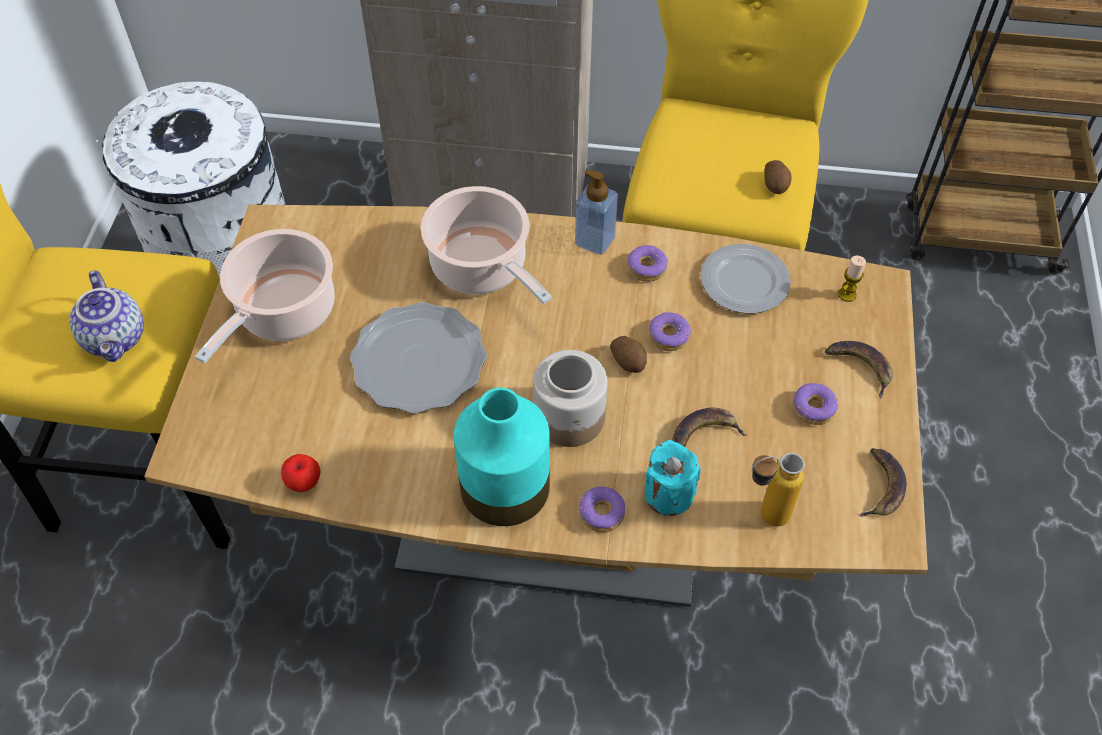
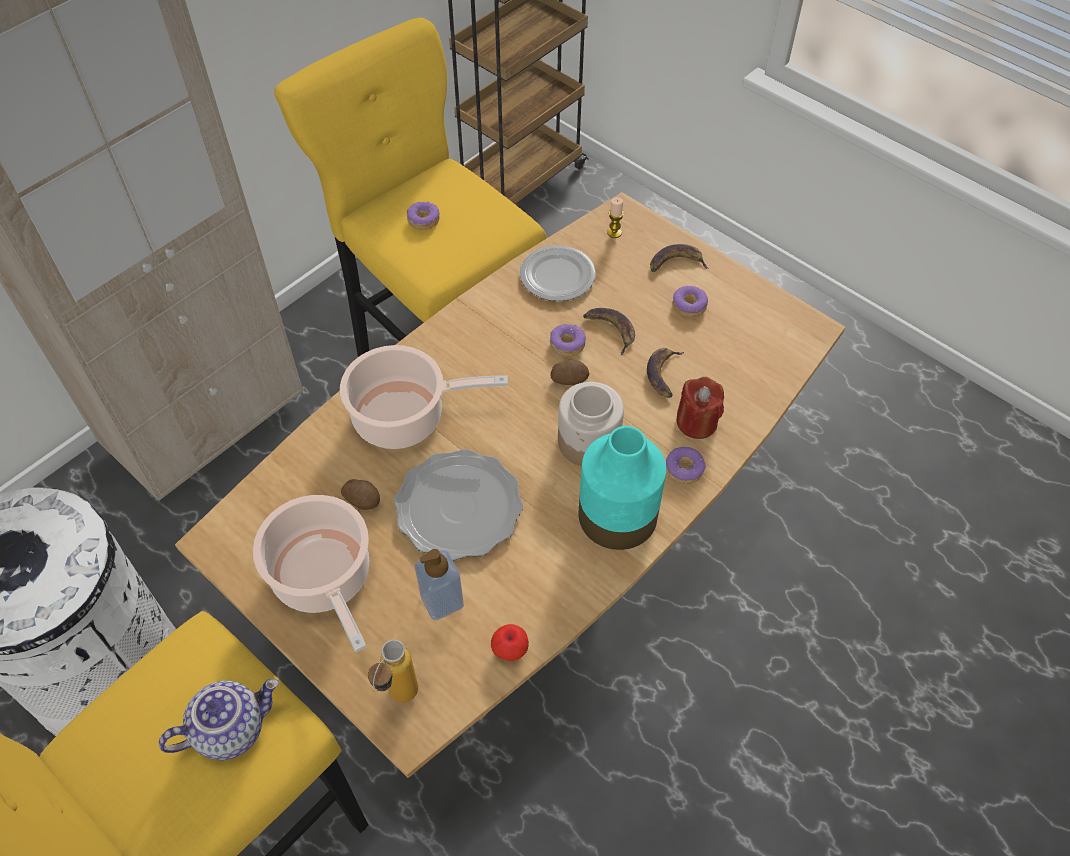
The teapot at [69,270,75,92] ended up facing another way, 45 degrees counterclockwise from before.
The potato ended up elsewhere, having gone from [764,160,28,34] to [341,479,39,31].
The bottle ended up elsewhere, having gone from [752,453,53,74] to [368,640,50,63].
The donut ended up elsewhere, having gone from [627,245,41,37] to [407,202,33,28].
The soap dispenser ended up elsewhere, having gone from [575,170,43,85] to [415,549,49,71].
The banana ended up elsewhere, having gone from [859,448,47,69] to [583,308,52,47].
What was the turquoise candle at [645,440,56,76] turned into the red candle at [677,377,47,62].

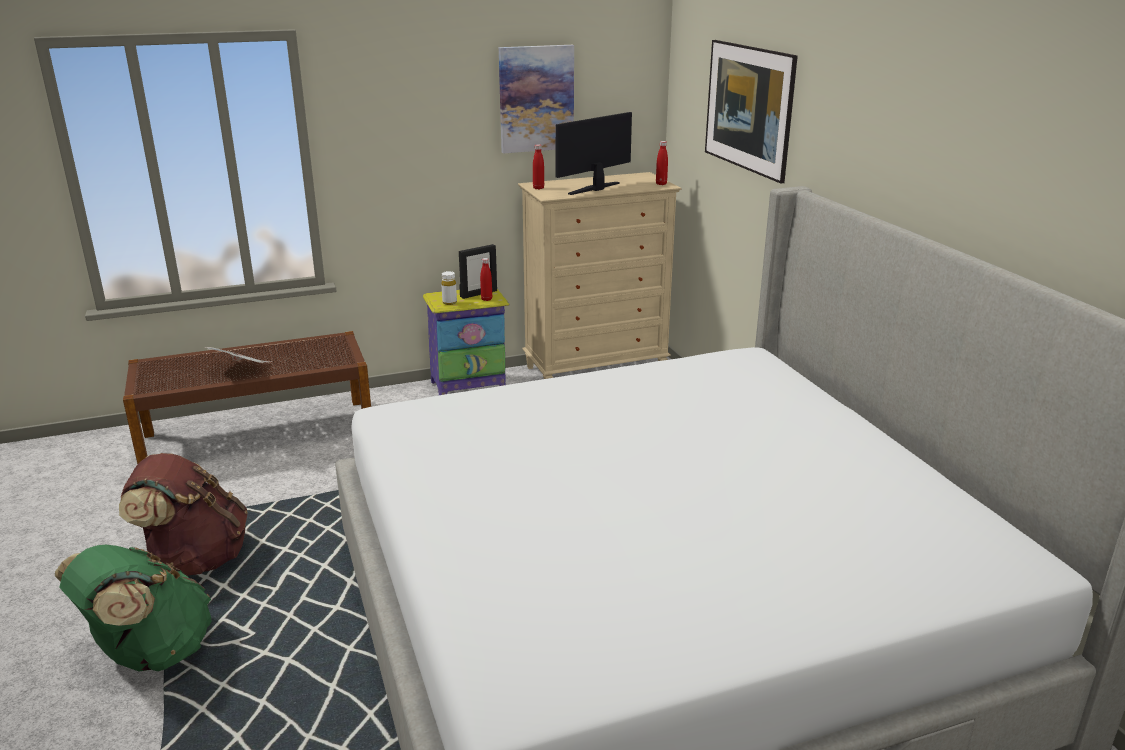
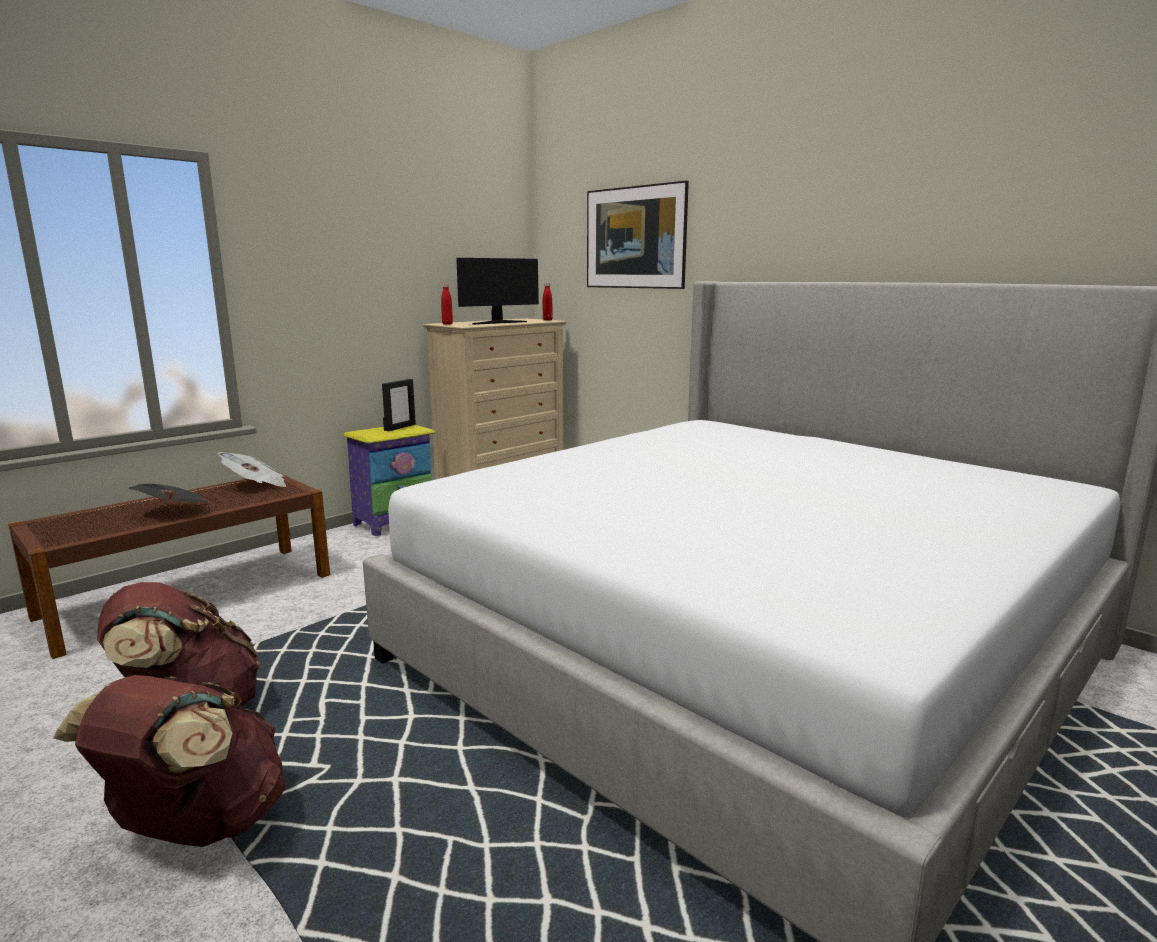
What was the green backpack at [55,545,157,126] turned into the brown backpack at [53,675,232,172].
The second view gained the newspaper at [217,452,69,35].
The monitor at [556,112,76,83] ended up facing another way, 150 degrees counterclockwise from before.
The second view lost the white bottle at [441,271,16,34].
The second view lost the red bottle at [480,258,12,43].
The second view lost the picture at [499,45,75,108].

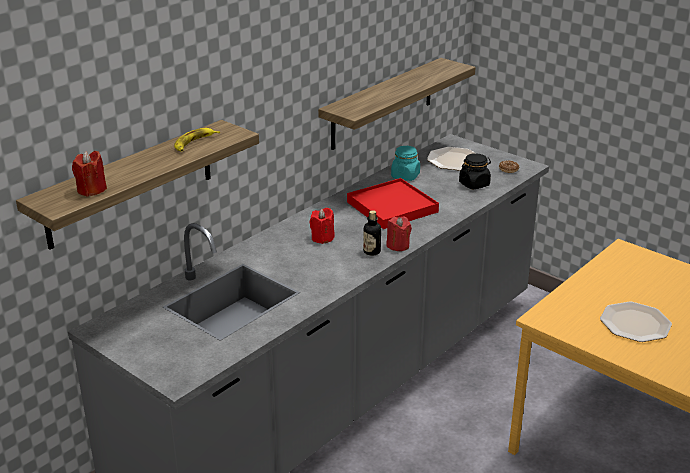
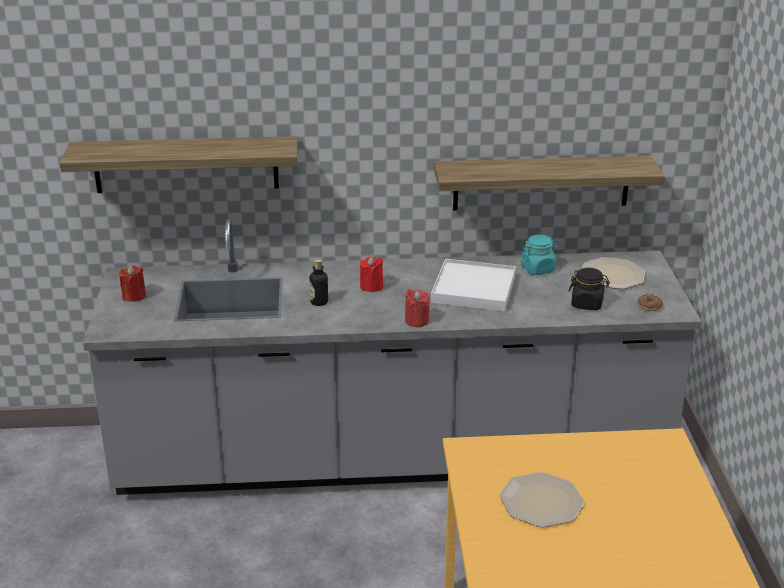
The red candle ended up elsewhere, having gone from [72,151,35,45] to [119,265,27,37].
The bottle ended up elsewhere, having gone from [363,210,18,46] to [309,259,19,47].
What was the red tray at [347,178,92,51] turned into the white tray at [431,259,85,52].
The second view lost the banana at [174,128,46,23].

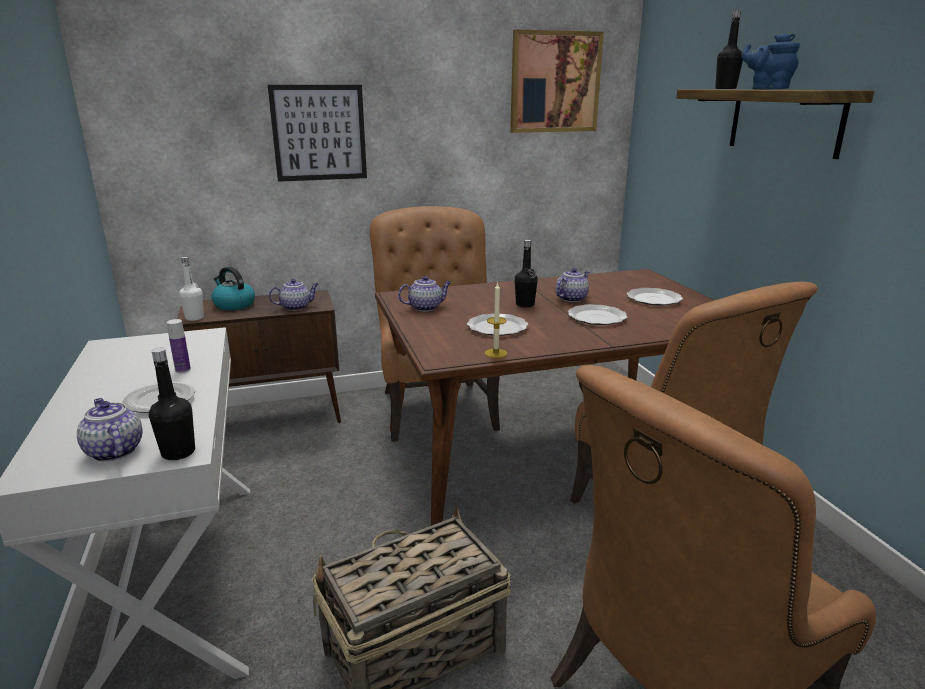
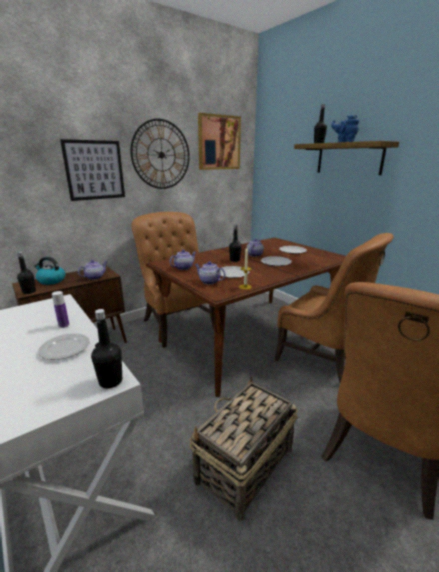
What was the white bottle at [179,257,25,64] turned into the black bottle at [17,252,19,42].
The second view gained the wall clock at [130,119,60,70].
The teapot ended up elsewhere, having gone from [77,398,66,64] to [195,261,31,24].

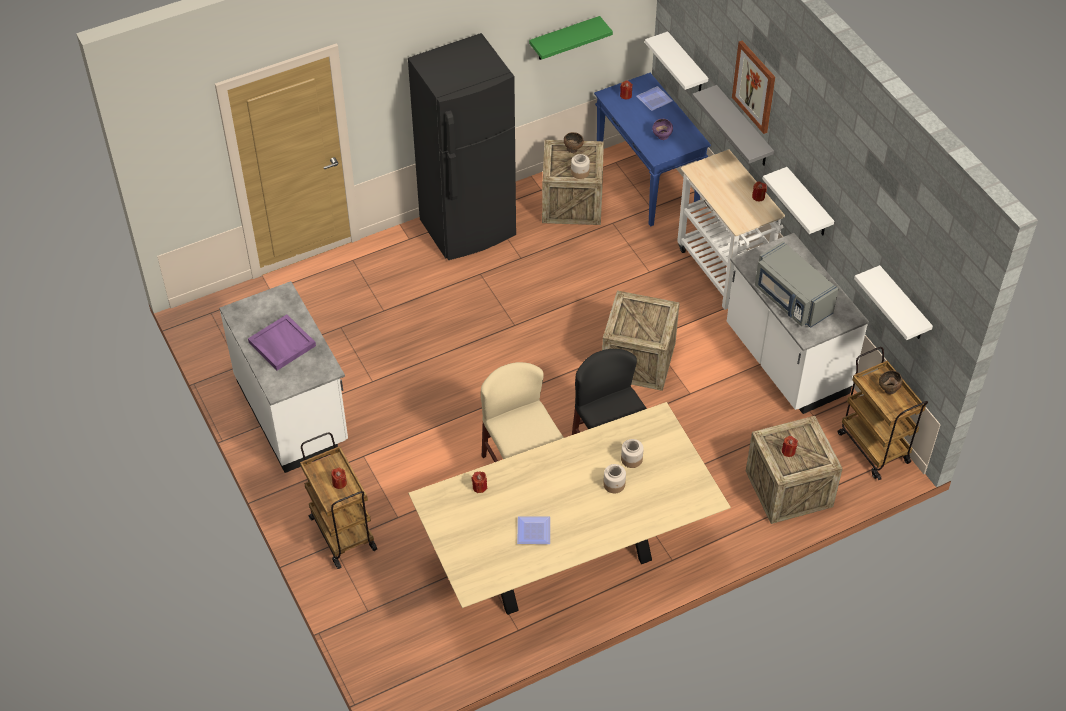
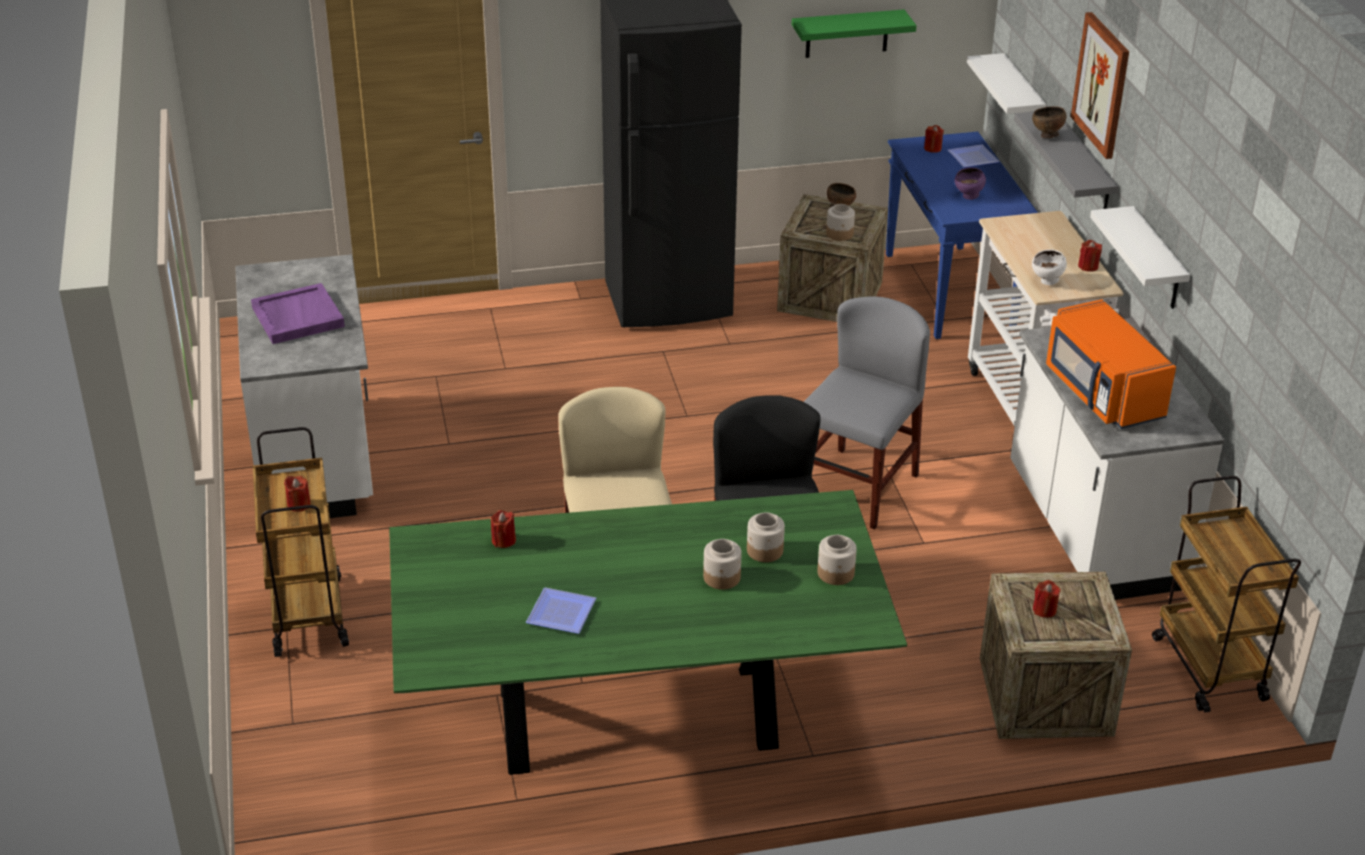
What was the beige dining table at [408,402,323,213] turned into the green dining table at [389,490,518,285].
Where the crate stood at [602,290,78,101], the grey chair came to stand at [804,296,126,234].
The second view gained the jar at [817,535,40,50].
The brown bowl ended up elsewhere, having gone from [879,370,24,24] to [1032,106,35,32].
The second view gained the white bowl at [1032,249,35,36].
What was the grey microwave at [755,241,83,87] turned into the orange microwave at [1046,299,130,130].
The second view lost the white shelf at [854,265,79,75].

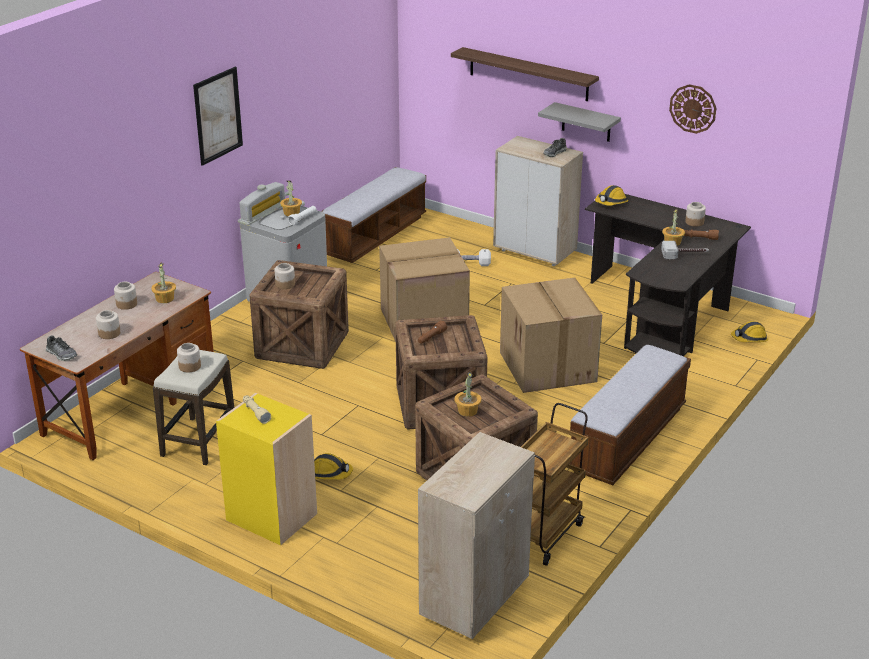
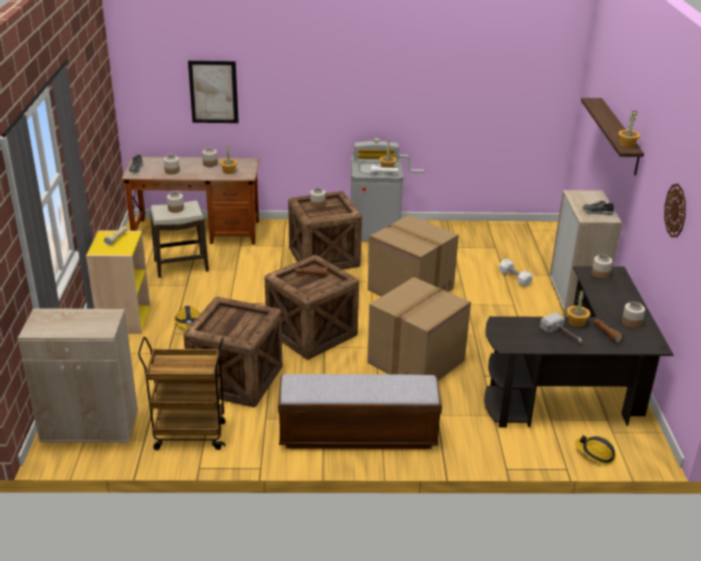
The picture ended up elsewhere, having gone from [193,67,50,99] to [188,61,51,62].
Where the hard hat stood at [595,185,33,21], the jar came to stand at [592,255,21,24].
The potted plant ended up elsewhere, having gone from [455,372,27,45] to [618,111,22,37].
The second view lost the bench at [321,167,105,96].
The second view lost the grey shelf at [538,102,83,40].

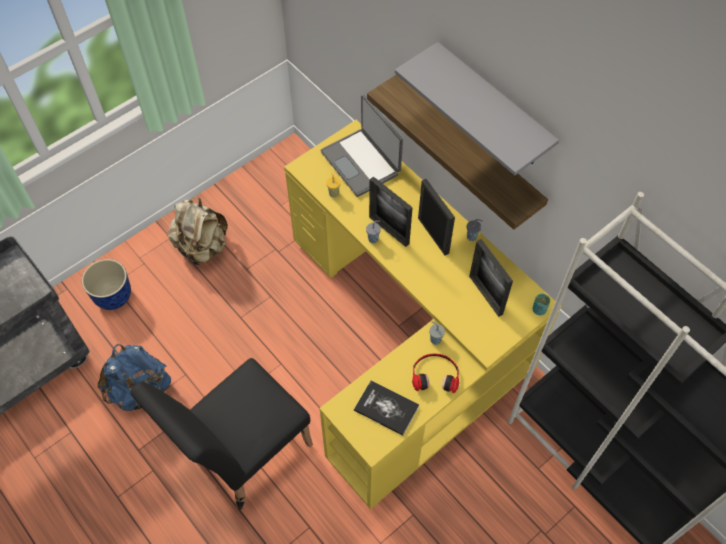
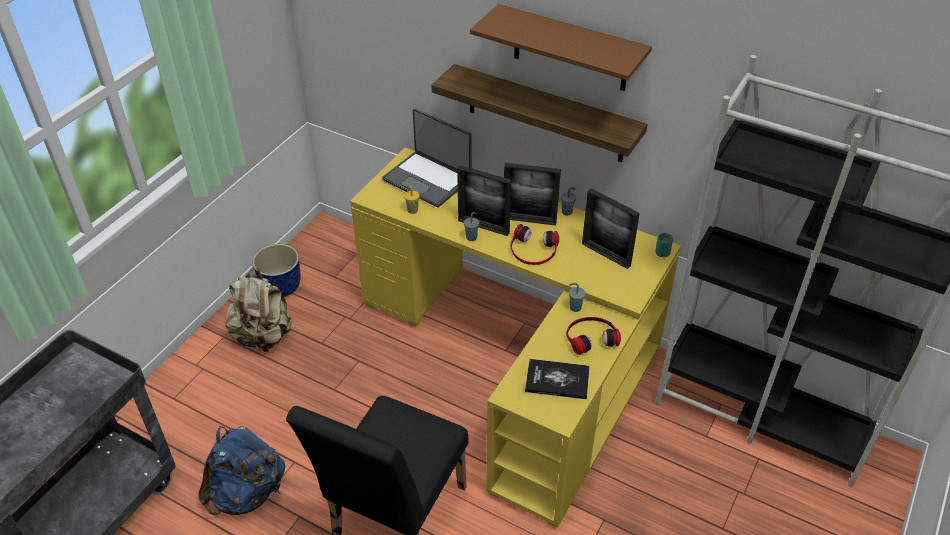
The planter ended up elsewhere, having gone from [82,259,49,51] to [252,244,49,53].
What was the grey shelf at [395,42,164,133] turned into the brown shelf at [470,4,182,87].
The picture frame at [418,179,37,76] ended up facing another way, 150 degrees clockwise from before.
The second view gained the headphones at [511,224,48,41].

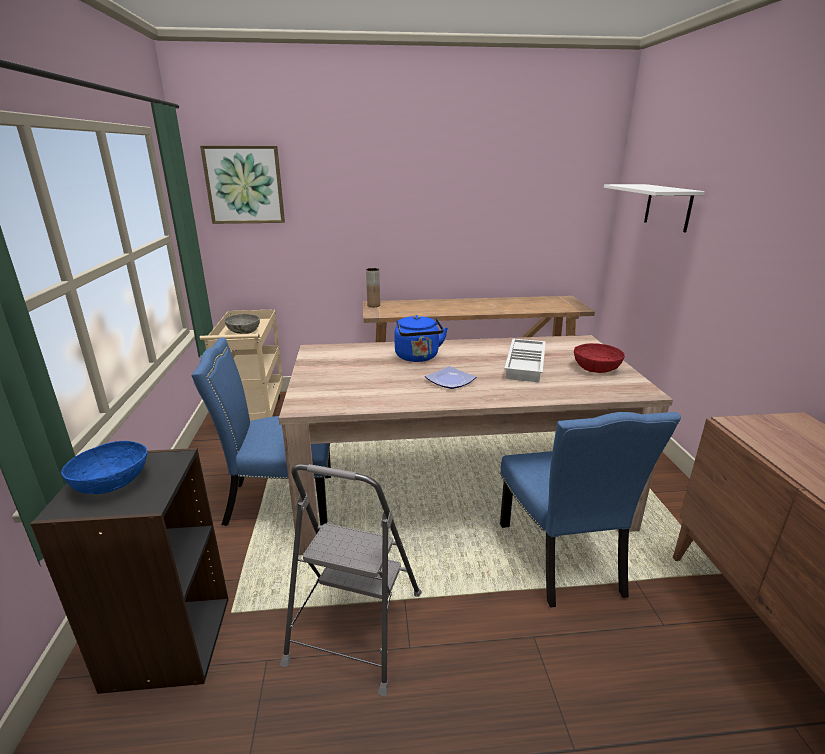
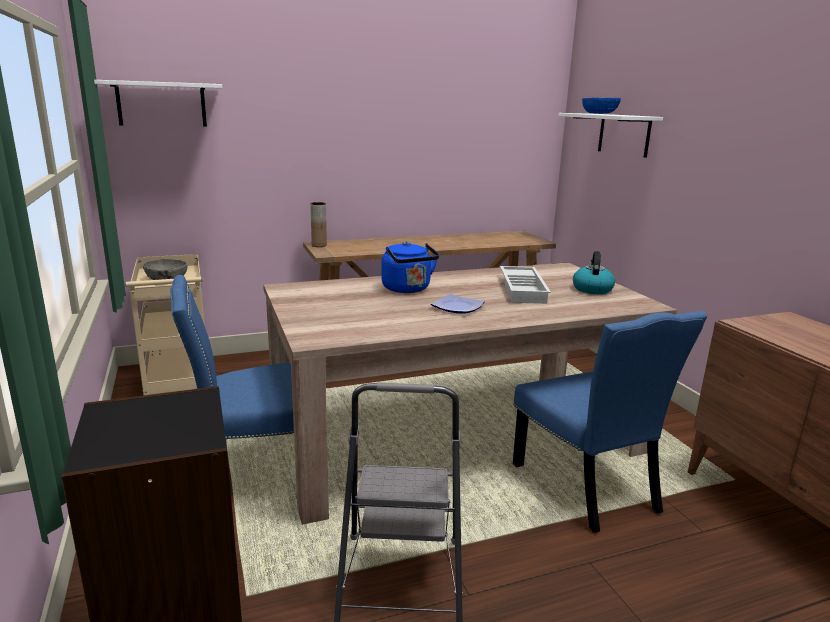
Where the picture hung at [200,146,85,78], the white shelf came to hang at [94,80,128,47].
Where the red bowl stood at [574,343,51,30], the kettle came to stand at [573,251,42,43].
The blue bowl ended up elsewhere, having gone from [61,441,86,53] to [582,98,39,16].

